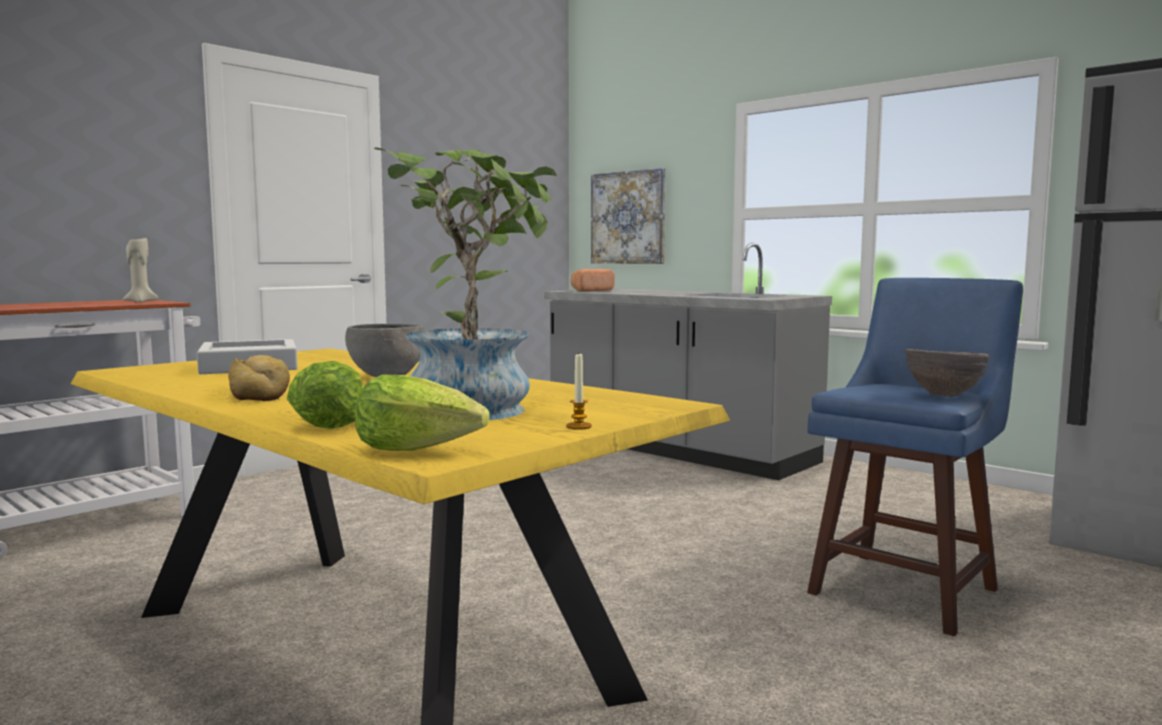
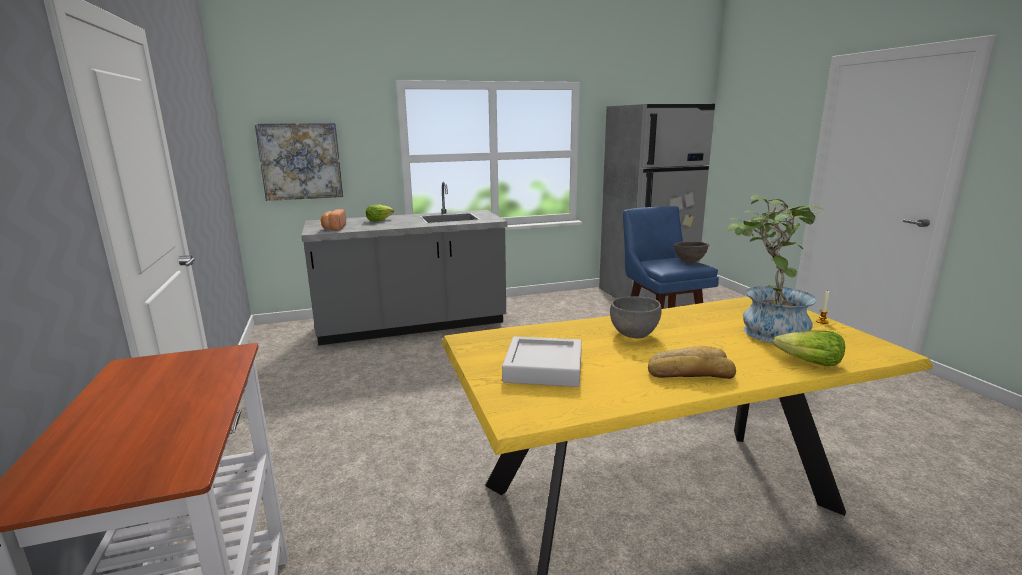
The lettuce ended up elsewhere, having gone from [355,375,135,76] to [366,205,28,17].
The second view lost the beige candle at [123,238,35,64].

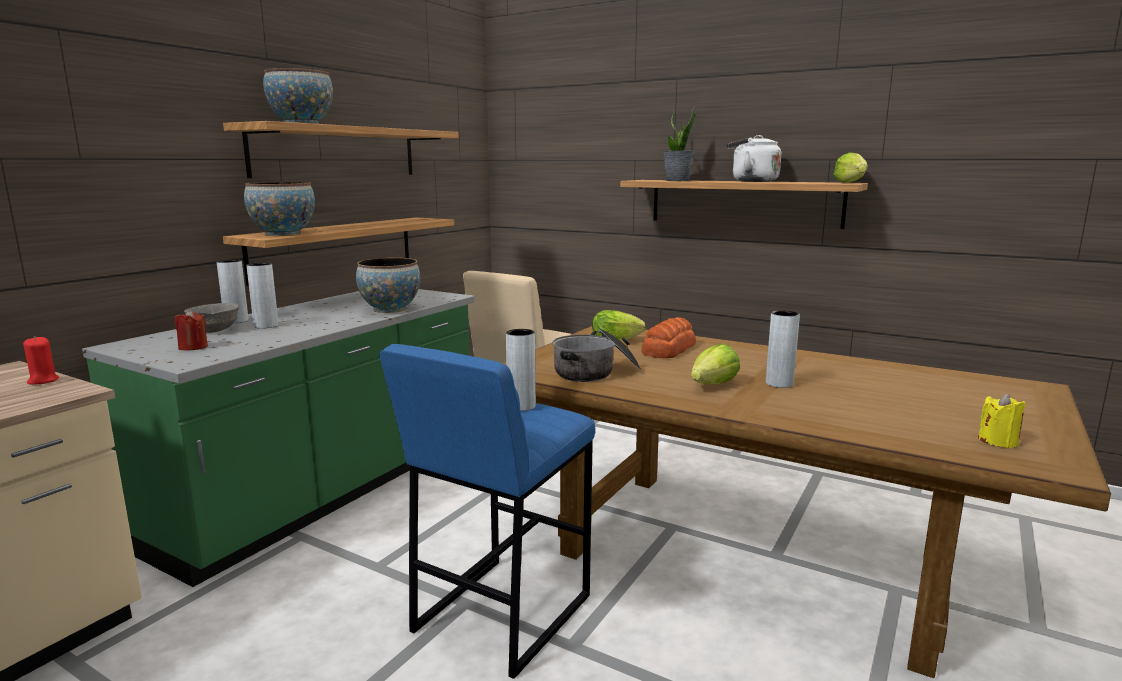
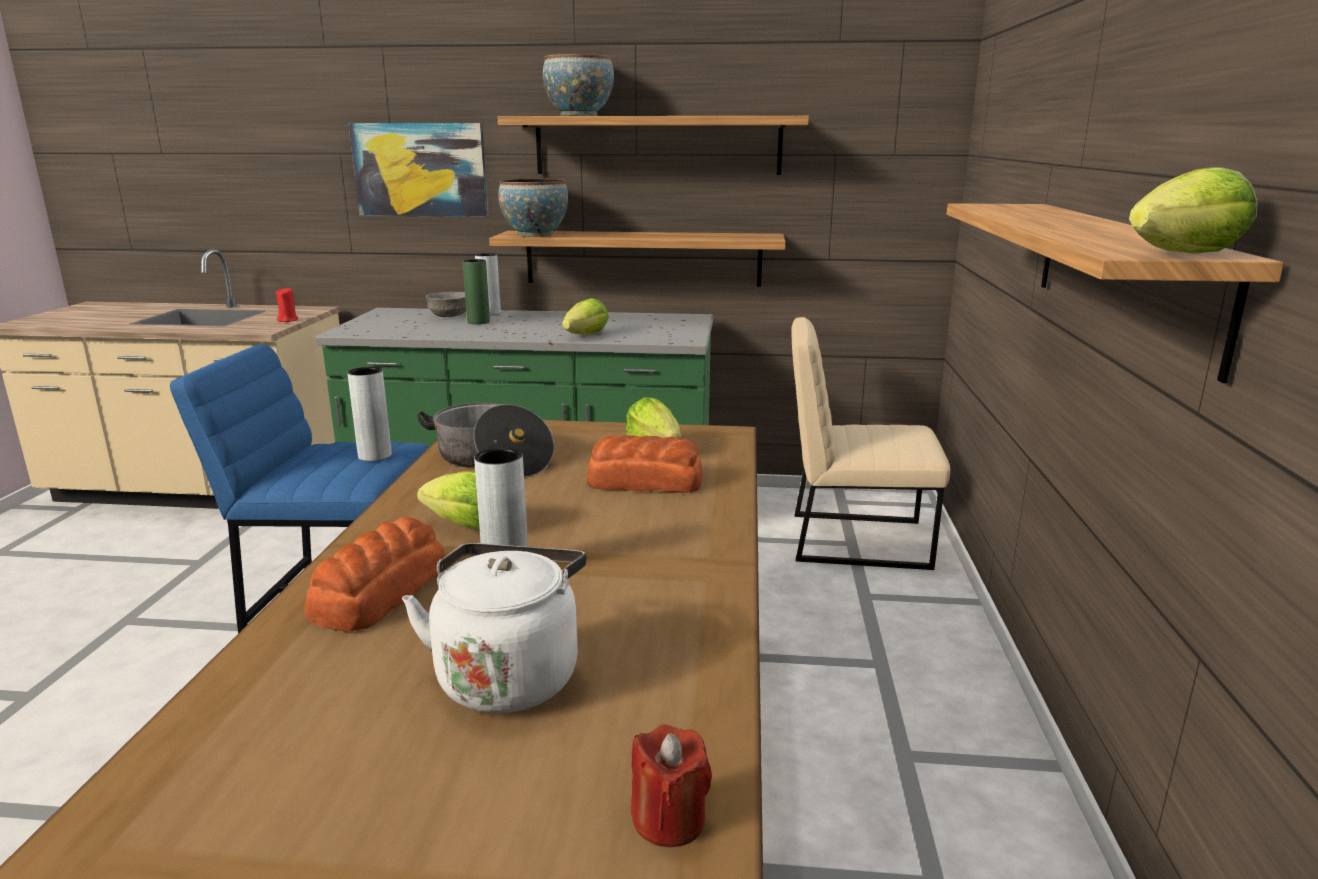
The second view gained the bread at [305,517,140,114].
The second view gained the picture at [349,123,139,94].
The white kettle ended up elsewhere, having gone from [727,135,54,47] to [402,543,185,170].
What was the grey vase at [247,262,31,66] turned into the green vase at [463,259,27,65].
Where the bowl stood at [356,258,64,55], the lettuce came to stand at [562,298,47,37].
The red candle ended up elsewhere, having gone from [175,310,33,40] to [631,724,81,123].
The second view lost the potted plant at [663,106,33,75].
The second view lost the yellow candle at [978,394,48,54].

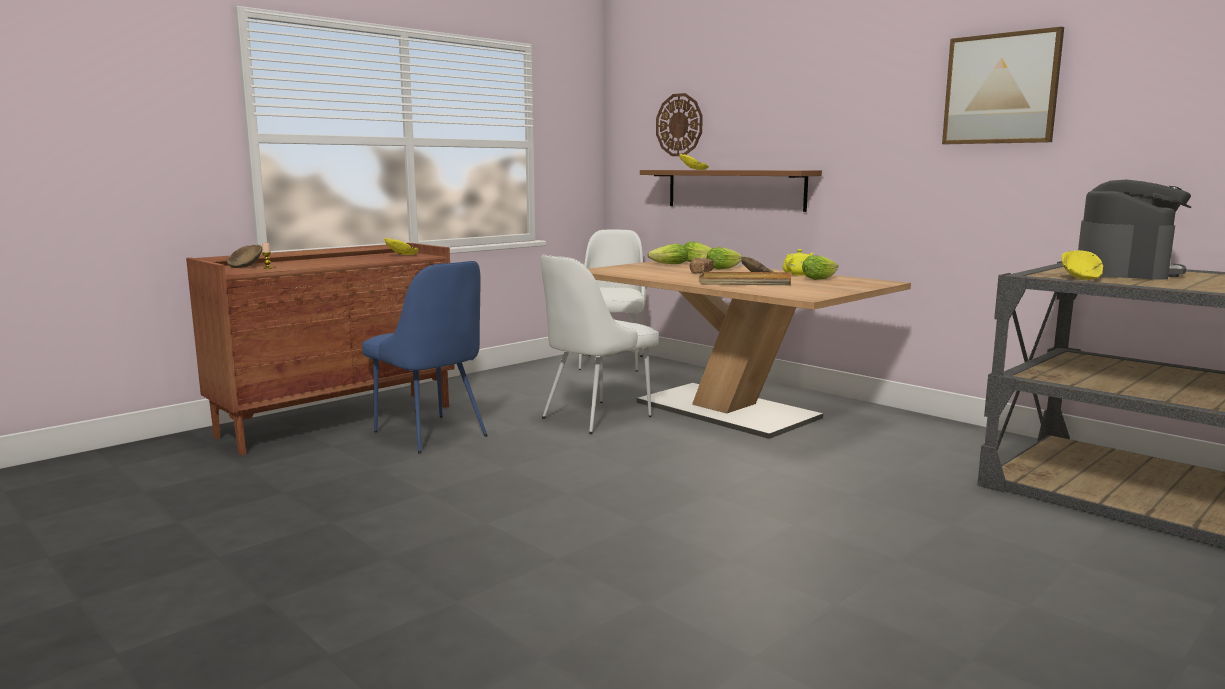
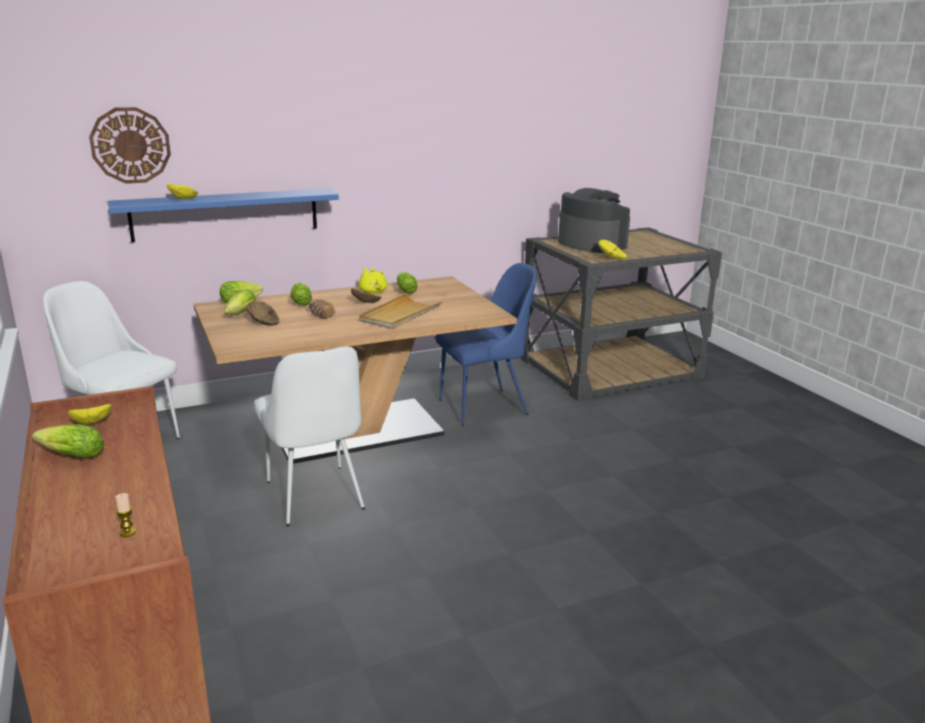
The second view gained the lettuce at [32,424,72,35].
What was the brown shelf at [640,170,182,42] turned into the blue shelf at [108,188,231,54].
The brown bowl ended up elsewhere, having gone from [227,245,35,23] to [246,301,34,25].
The blue chair ended up elsewhere, having gone from [362,261,126,193] to [435,263,102,163].
The second view lost the picture at [942,26,122,118].

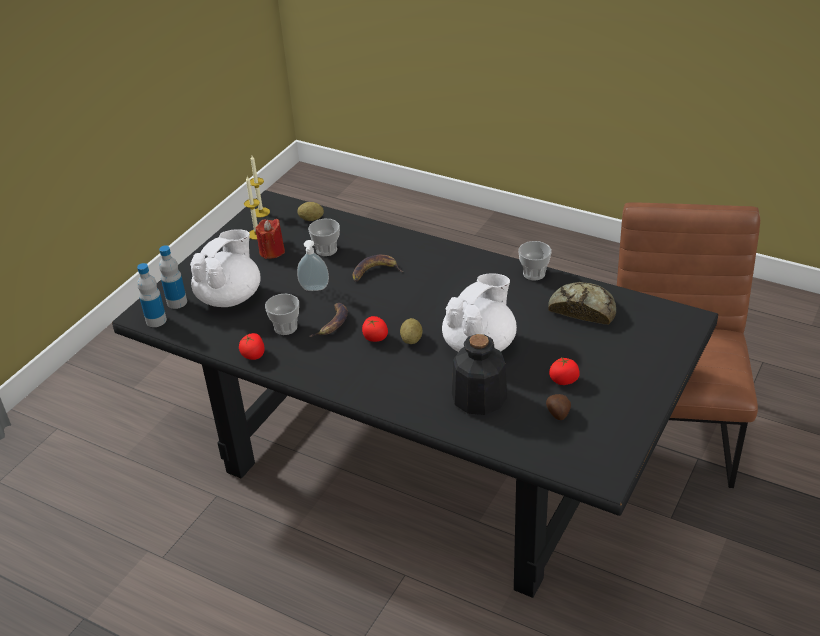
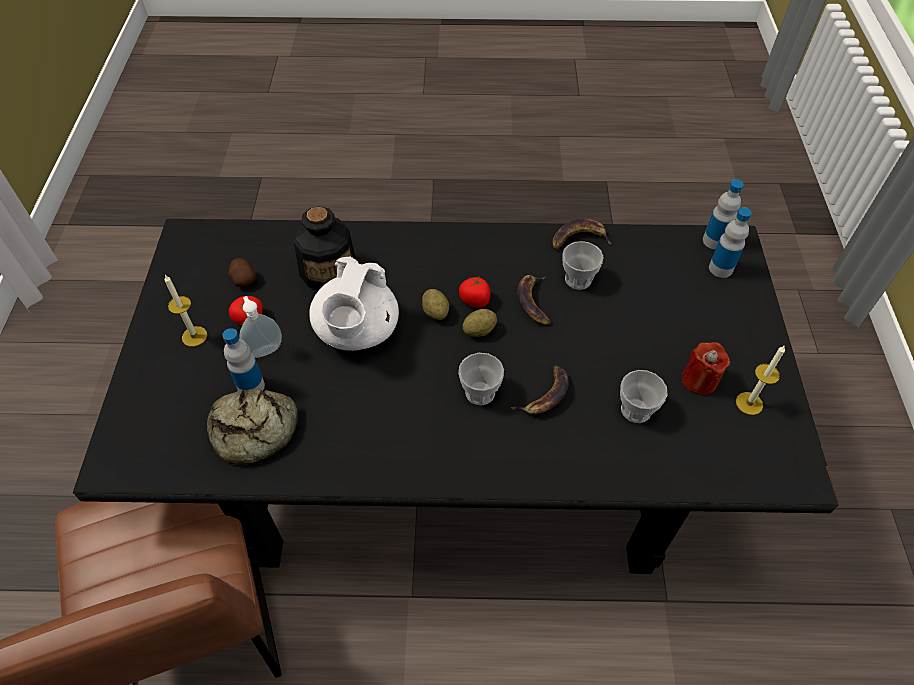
The candle ended up elsewhere, having gone from [250,156,20,62] to [164,275,43,72].
The second view gained the bottle at [222,328,43,65].
The soap dispenser ended up elsewhere, having gone from [297,240,32,51] to [240,296,42,62].
The cup ended up elsewhere, having gone from [518,241,34,40] to [458,353,46,52].
The potato ended up elsewhere, having gone from [297,202,27,19] to [463,309,34,28].
Where the tomato stood at [239,333,26,27], the banana came to stand at [553,219,58,31].
The second view lost the white teapot at [190,229,71,78].

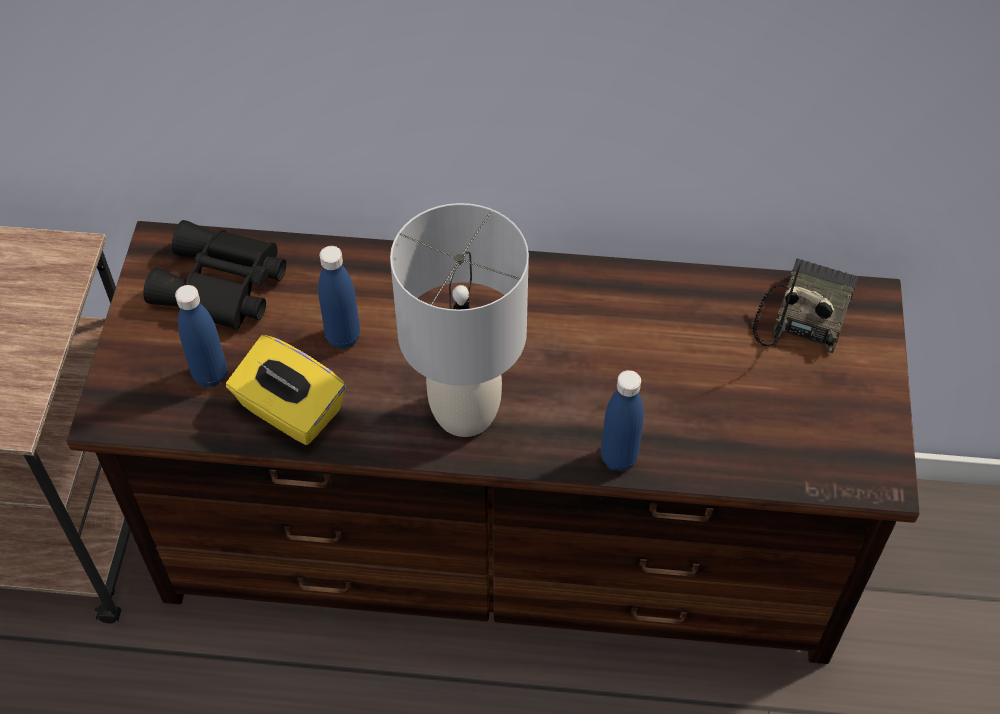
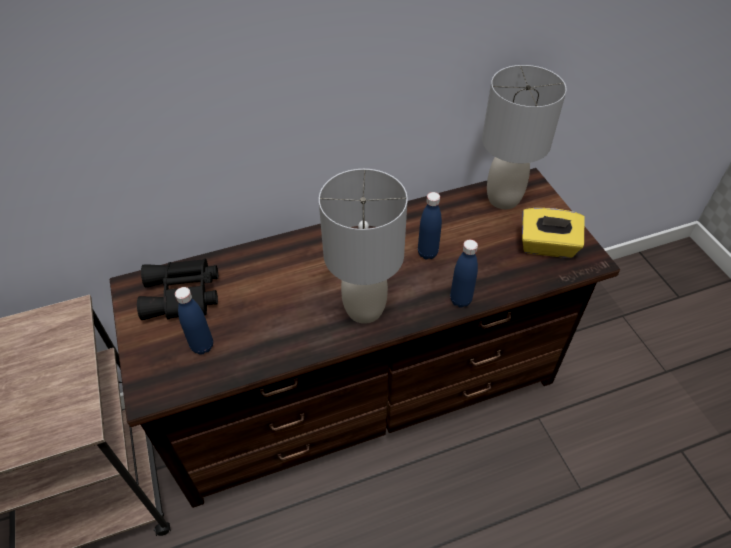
The blue bottle ended up elsewhere, having gone from [318,246,42,103] to [418,192,24,67].
Where the radio stood at [752,258,106,95], the grey table lamp came to stand at [482,65,85,144].
The yellow tissue box ended up elsewhere, having gone from [226,335,120,110] to [522,208,63,50].

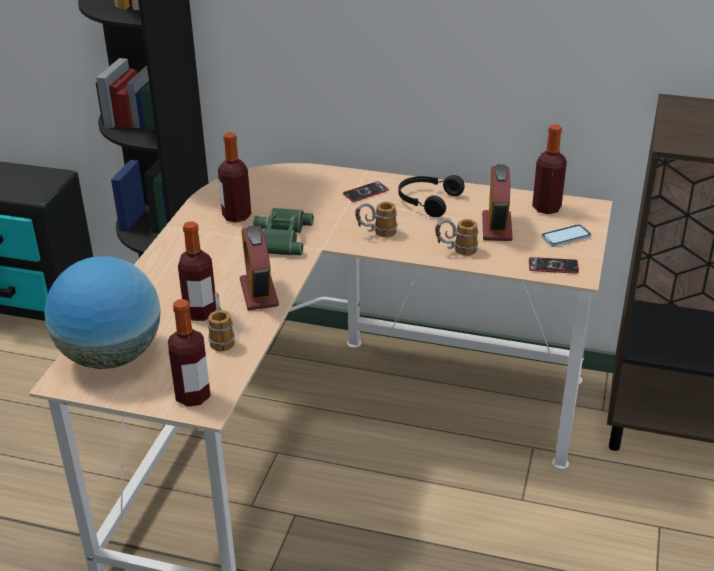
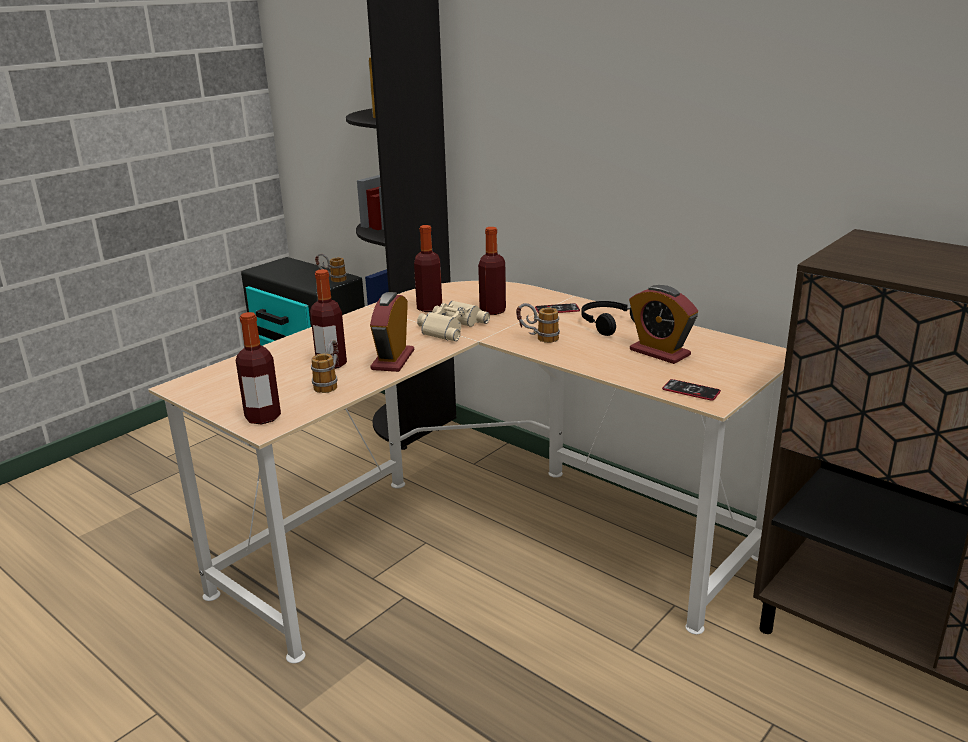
The mug ended up elsewhere, having gone from [435,219,43,37] to [315,253,32,29].
What was the green binoculars at [253,208,61,47] turned into the beige binoculars at [417,301,73,40].
The bottle ended up elsewhere, having gone from [532,124,35,90] to [478,227,28,88].
The alarm clock at [482,164,31,77] ended up facing another way, 105 degrees clockwise from before.
The second view lost the globe at [44,256,117,113].
The second view lost the phone at [541,224,50,23].

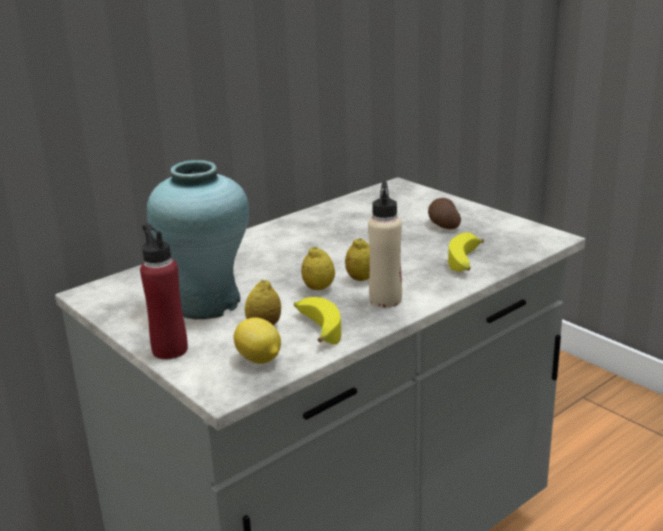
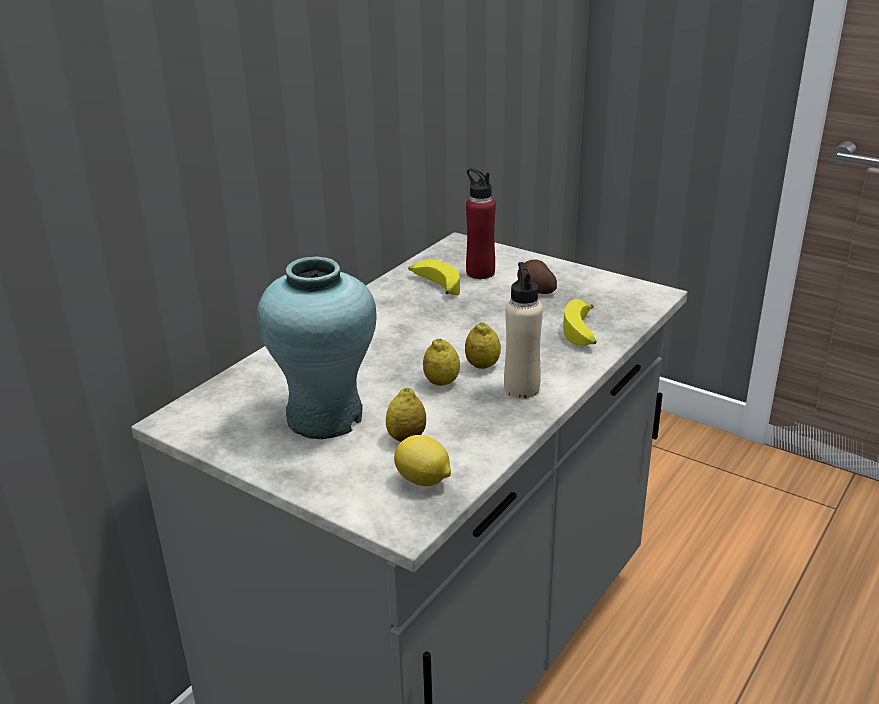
The banana ended up elsewhere, having gone from [294,297,47,47] to [408,260,52,35].
The red bottle ended up elsewhere, having gone from [140,224,48,135] to [466,168,30,111].

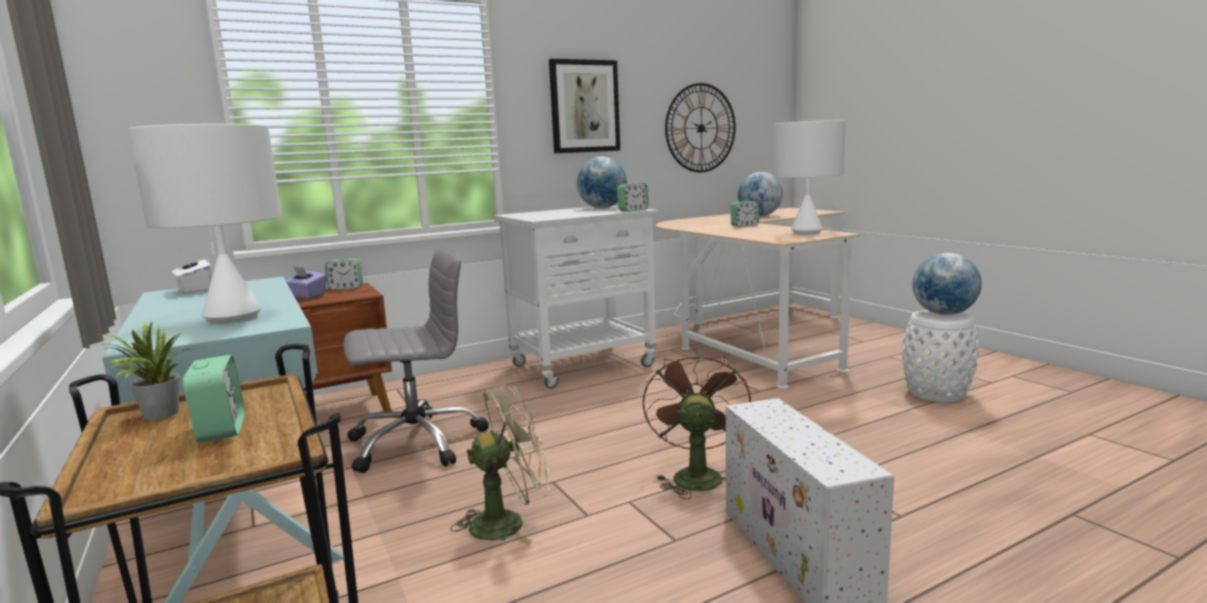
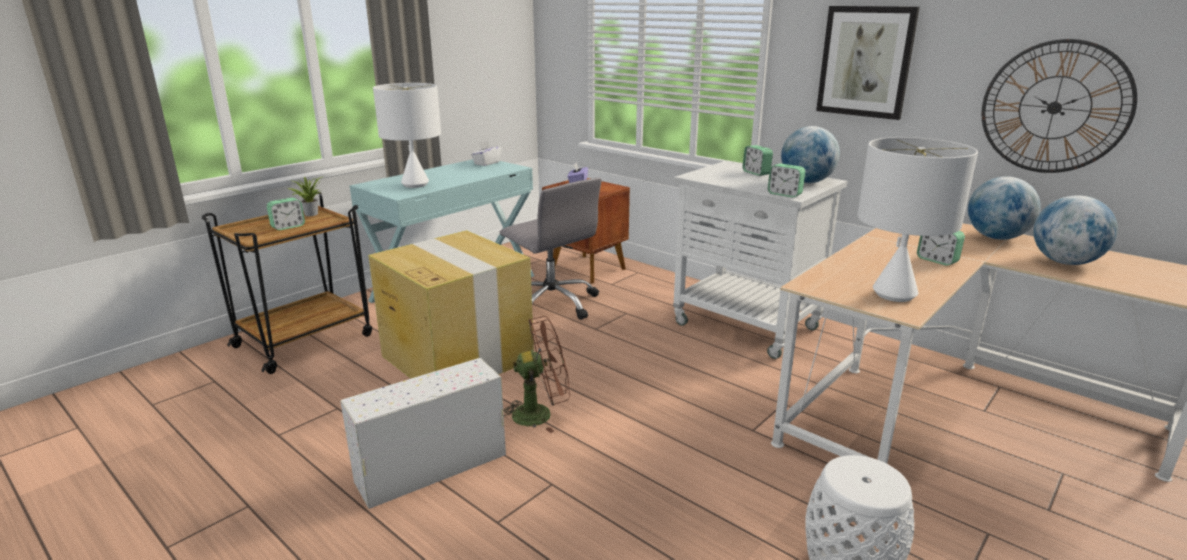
Where the green fan stood at [450,385,100,160], the cardboard box came to stand at [368,230,166,148].
The alarm clock ended up elsewhere, having gone from [325,258,38,32] to [742,145,31,31].
The globe ended up elsewhere, having gone from [912,253,70,62] to [968,177,73,63].

